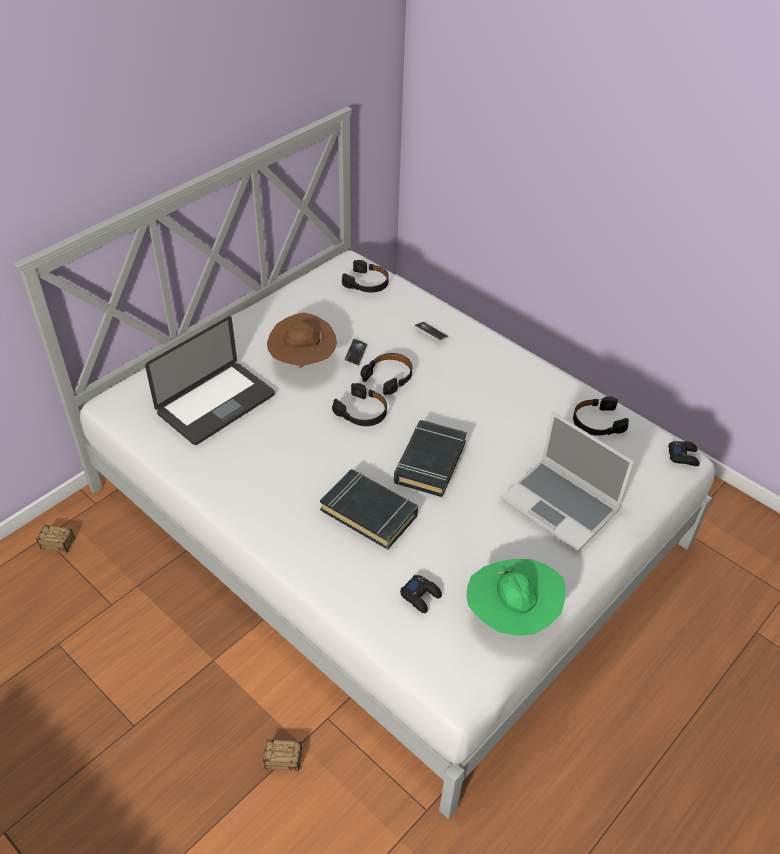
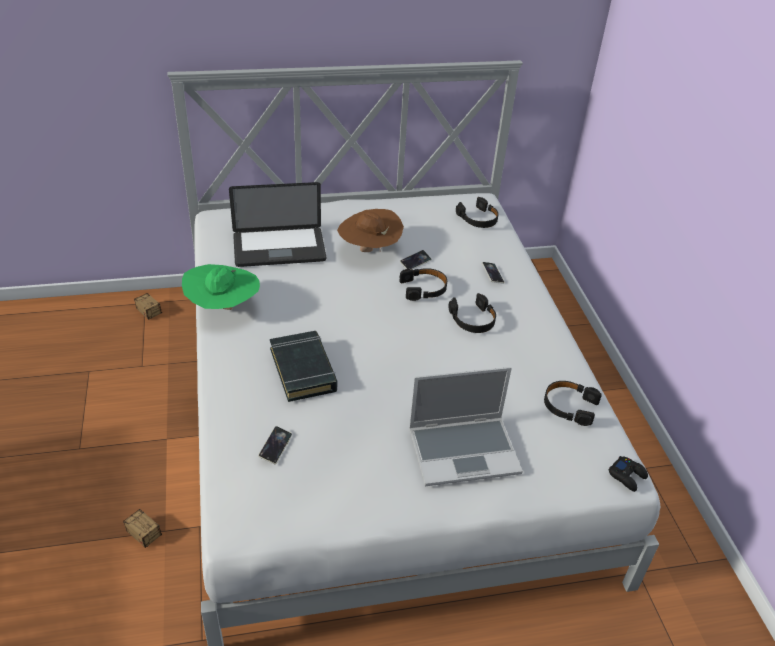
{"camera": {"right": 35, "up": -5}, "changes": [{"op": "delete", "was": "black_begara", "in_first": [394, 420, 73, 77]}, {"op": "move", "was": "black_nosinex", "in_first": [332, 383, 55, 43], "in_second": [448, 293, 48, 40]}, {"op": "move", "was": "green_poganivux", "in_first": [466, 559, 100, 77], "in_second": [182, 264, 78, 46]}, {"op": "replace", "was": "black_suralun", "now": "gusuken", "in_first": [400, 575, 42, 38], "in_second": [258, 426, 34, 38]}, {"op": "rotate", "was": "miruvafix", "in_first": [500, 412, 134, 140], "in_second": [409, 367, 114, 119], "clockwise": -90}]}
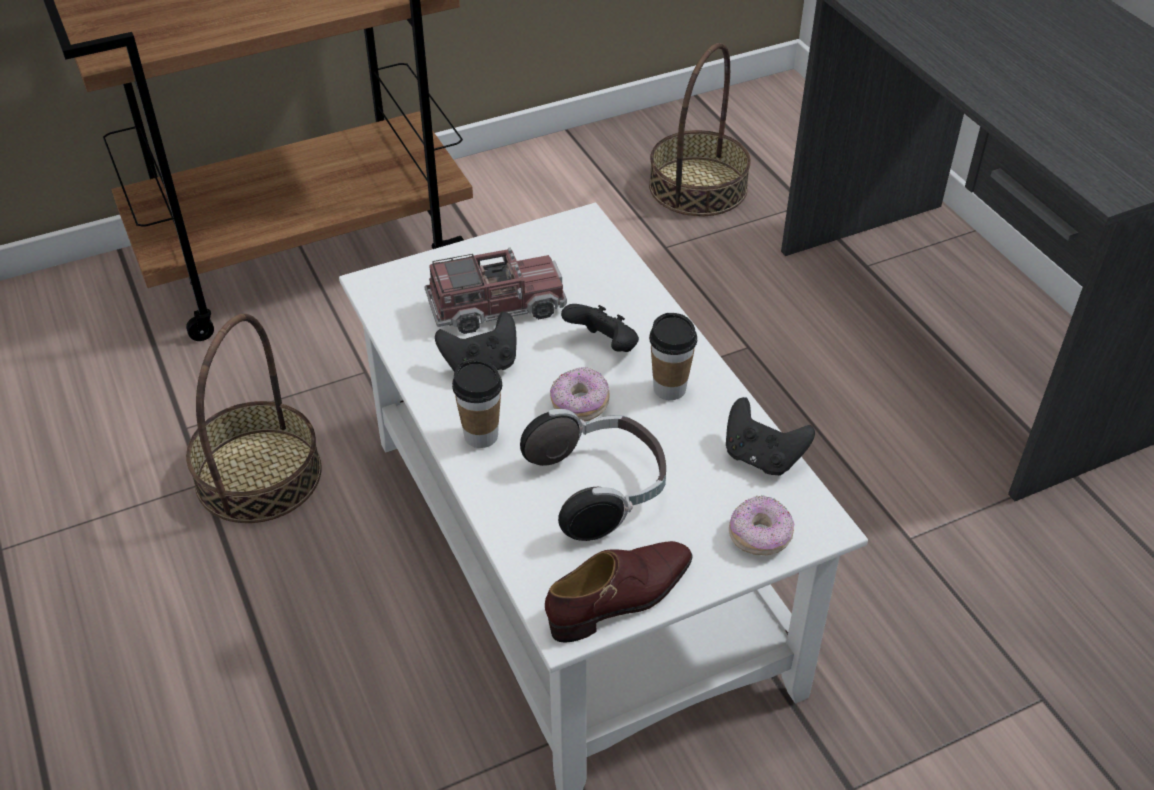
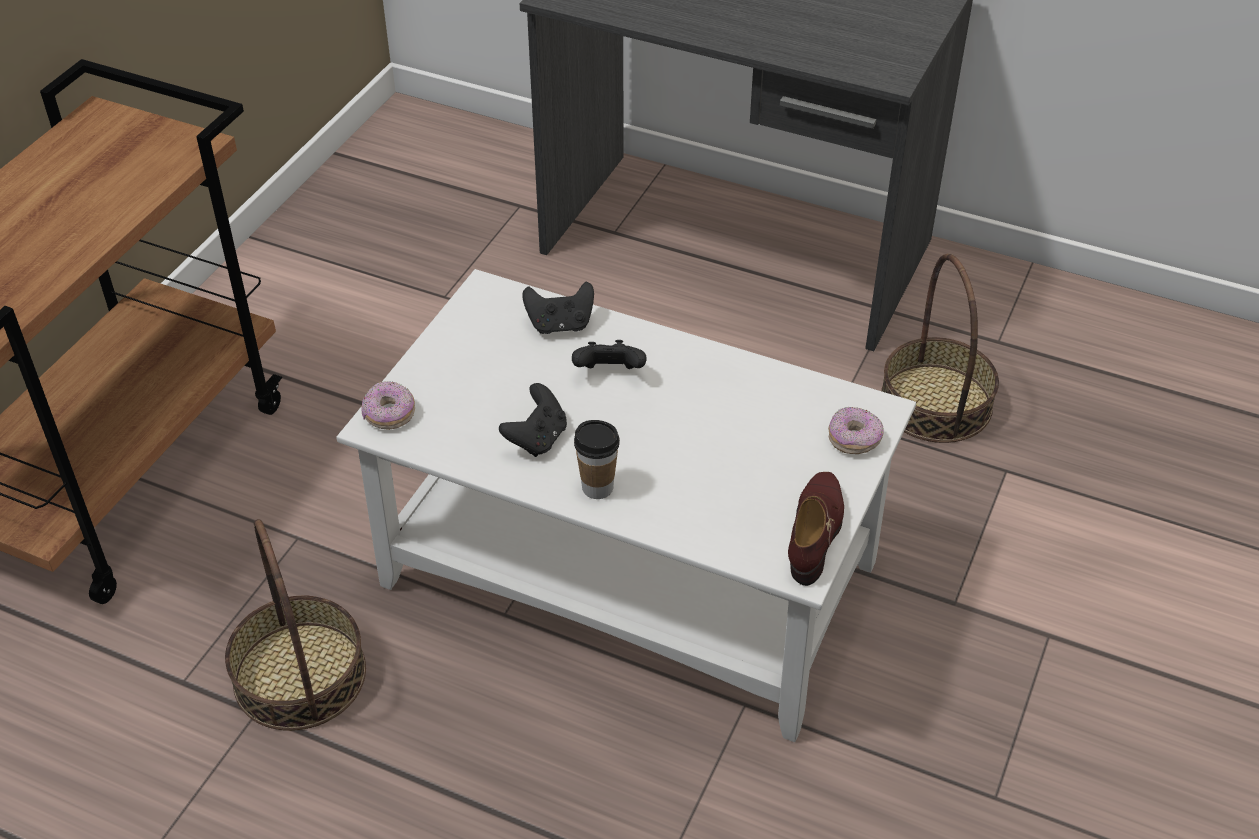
{"camera": {"right": -40, "up": 0}, "changes": [{"op": "delete", "was": "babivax", "in_first": [424, 247, 143, 87]}, {"op": "delete", "was": "nosinex", "in_first": [520, 409, 146, 132]}, {"op": "delete", "was": "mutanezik", "in_first": [649, 313, 48, 87]}, {"op": "move", "was": "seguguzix", "in_first": [550, 367, 60, 54], "in_second": [361, 381, 54, 49]}, {"op": "move", "was": "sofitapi", "in_first": [649, 43, 102, 173], "in_second": [881, 254, 118, 189]}, {"op": "move", "was": "black_suralun", "in_first": [726, 397, 89, 79], "in_second": [522, 282, 72, 52]}]}
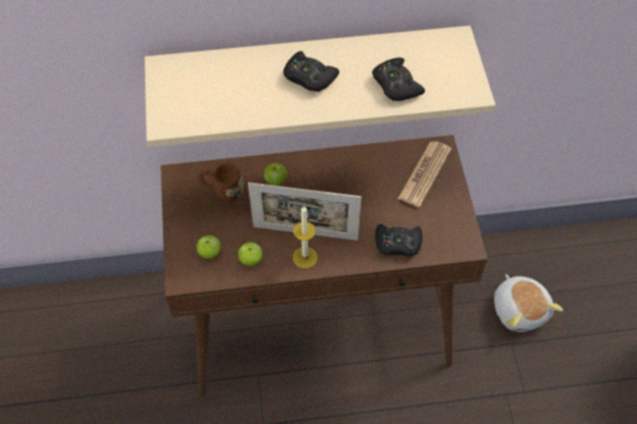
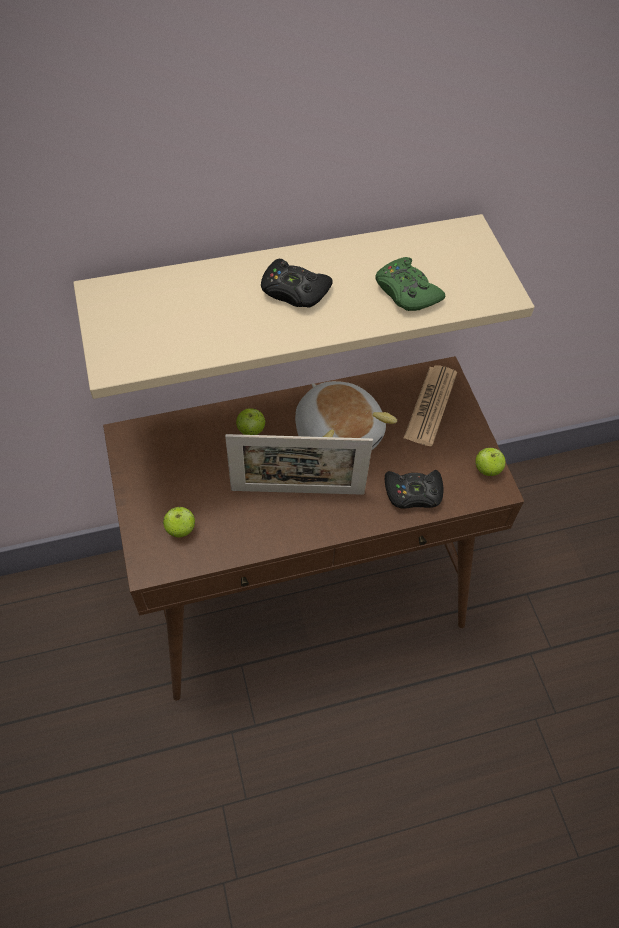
{"camera": {"right": -10, "up": 0}, "changes": [{"op": "delete", "was": "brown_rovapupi", "in_first": [199, 163, 45, 38]}, {"op": "delete", "was": "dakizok", "in_first": [293, 206, 25, 63]}, {"op": "move", "was": "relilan", "in_first": [238, 242, 25, 24], "in_second": [475, 448, 31, 28]}, {"op": "move", "was": "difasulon", "in_first": [494, 274, 69, 58], "in_second": [295, 381, 102, 70]}, {"op": "recolor", "was": "black_suralun", "now": "green_suralun", "in_first": [372, 58, 53, 43], "in_second": [375, 257, 70, 54]}]}
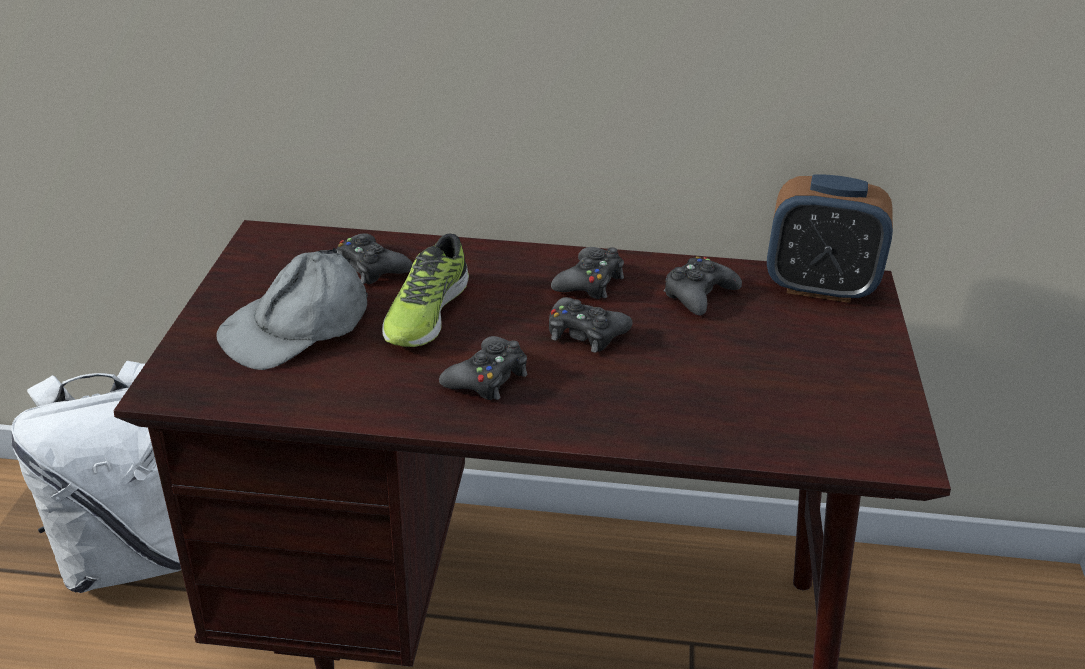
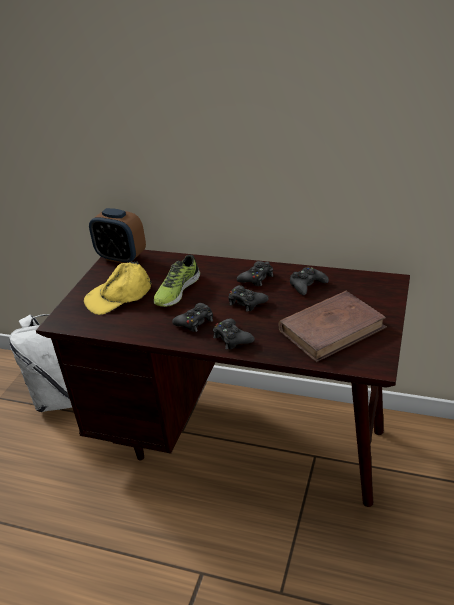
{"camera": {"right": 15, "up": 0}, "changes": [{"op": "insert", "now": "brown_begara", "in_second": [278, 291, 109, 71]}, {"op": "move", "was": "black_suralun", "in_first": [336, 233, 77, 51], "in_second": [213, 318, 42, 32]}, {"op": "move", "was": "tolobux", "in_first": [767, 174, 126, 129], "in_second": [89, 208, 57, 55]}, {"op": "recolor", "was": "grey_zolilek", "now": "yellow_zolilek", "in_first": [216, 248, 152, 122], "in_second": [84, 261, 68, 54]}]}
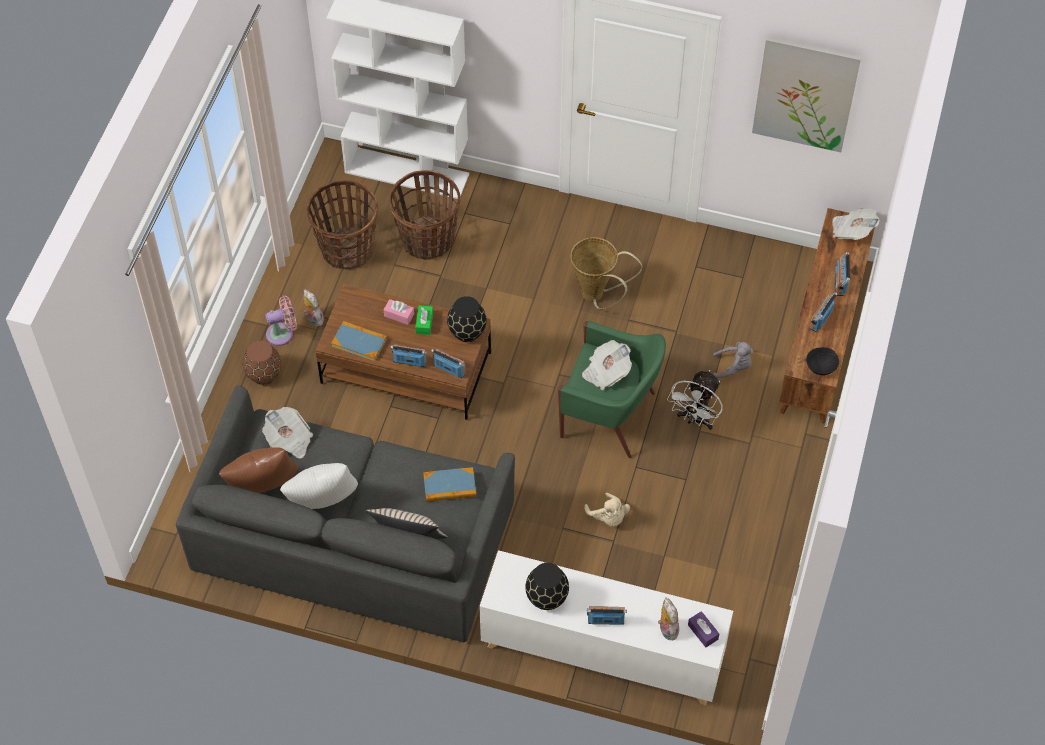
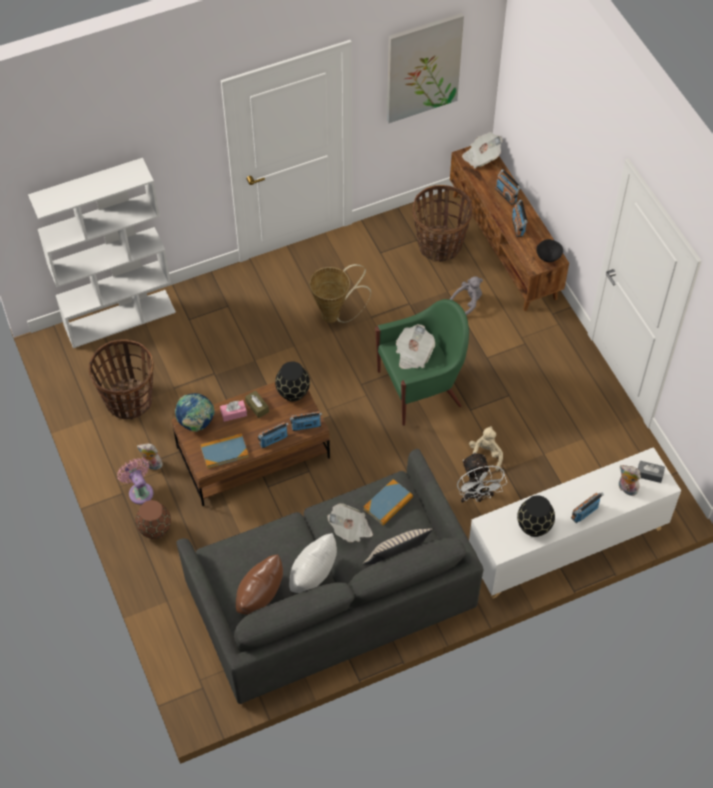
{"camera": {"right": -40, "up": 0}, "changes": [{"op": "insert", "now": "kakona", "in_second": [175, 393, 39, 39]}, {"op": "move", "was": "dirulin", "in_first": [262, 407, 51, 52], "in_second": [327, 503, 46, 40]}, {"op": "move", "was": "sofitapi", "in_first": [389, 170, 72, 90], "in_second": [413, 185, 59, 77]}, {"op": "move", "was": "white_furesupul", "in_first": [667, 370, 56, 60], "in_second": [457, 452, 50, 51]}, {"op": "recolor", "was": "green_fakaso", "now": "brown_fakaso", "in_first": [415, 305, 18, 30], "in_second": [245, 390, 24, 28]}, {"op": "recolor", "was": "purple_fakaso", "now": "grey_fakaso", "in_first": [688, 611, 31, 36], "in_second": [638, 461, 27, 22]}, {"op": "rotate", "was": "pink_furesupul", "in_first": [265, 296, 32, 50], "in_second": [117, 458, 37, 46], "clockwise": -60}, {"op": "rotate", "was": "beige_difasulon", "in_first": [584, 493, 46, 34], "in_second": [469, 426, 34, 45], "clockwise": -105}]}
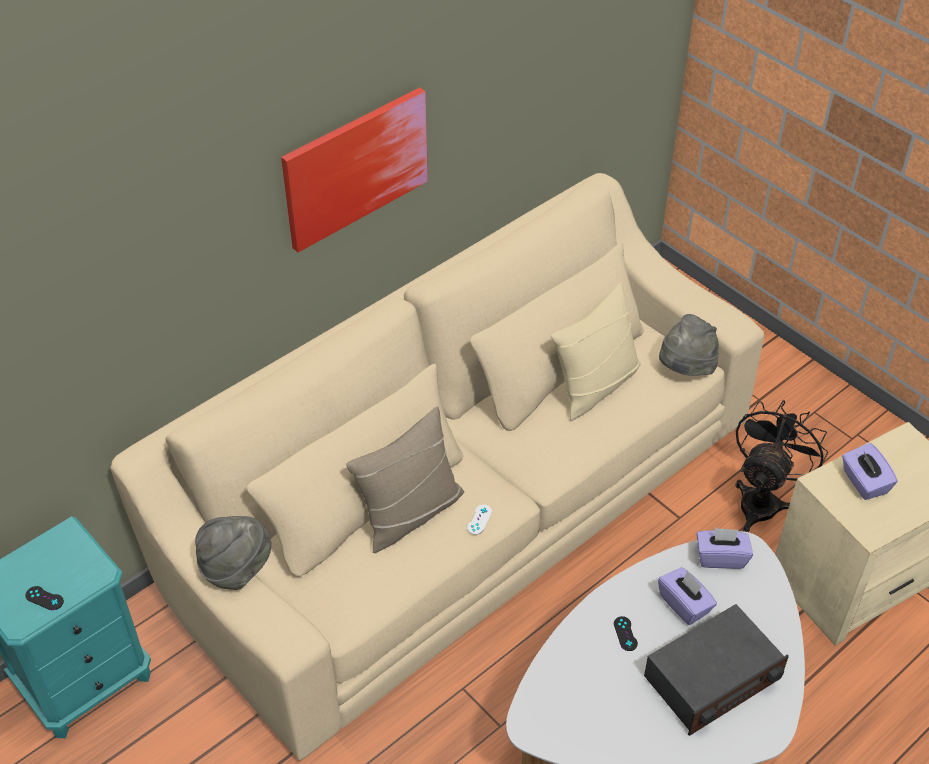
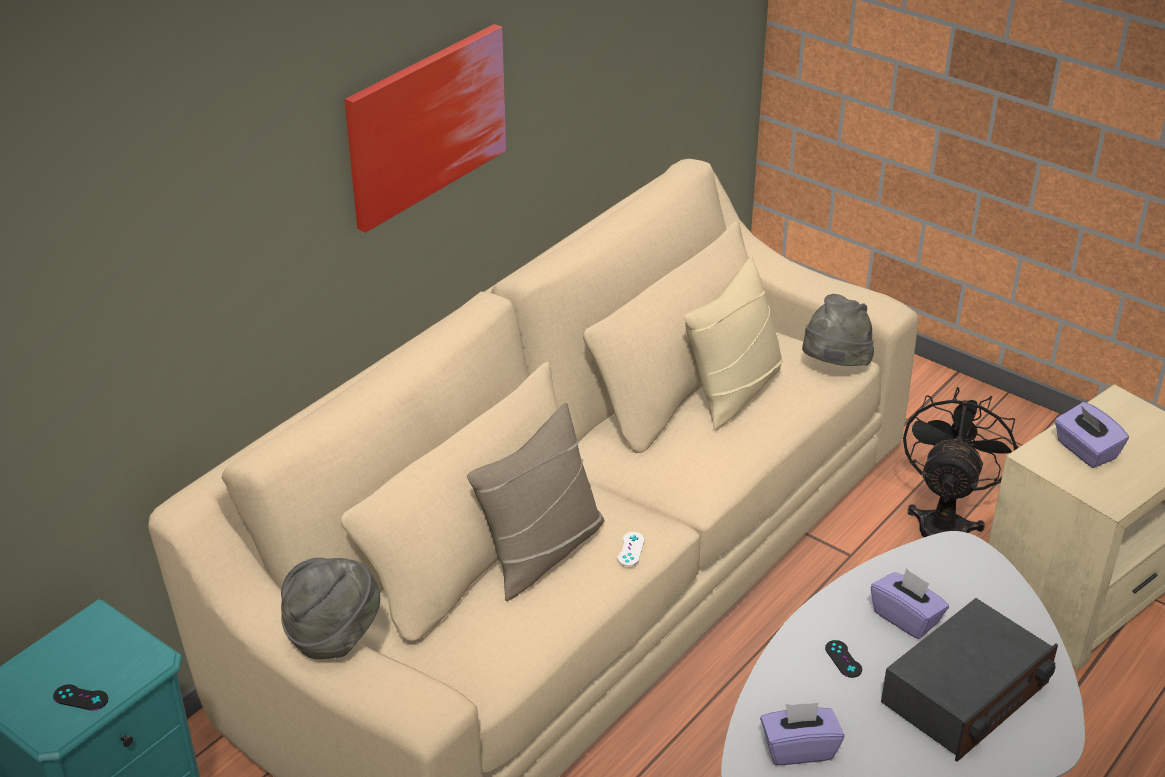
{"camera": {"right": -10, "up": -10}, "changes": [{"op": "move", "was": "purple_fakaso", "in_first": [697, 528, 56, 41], "in_second": [760, 703, 84, 62]}]}
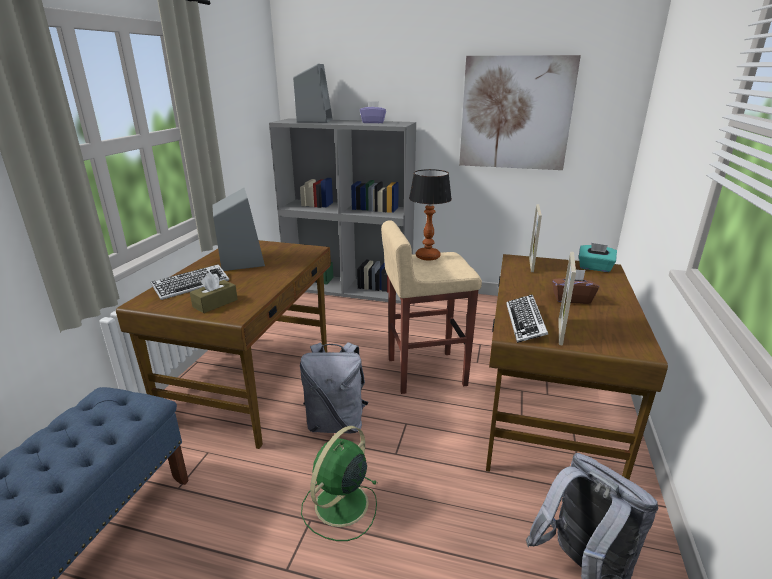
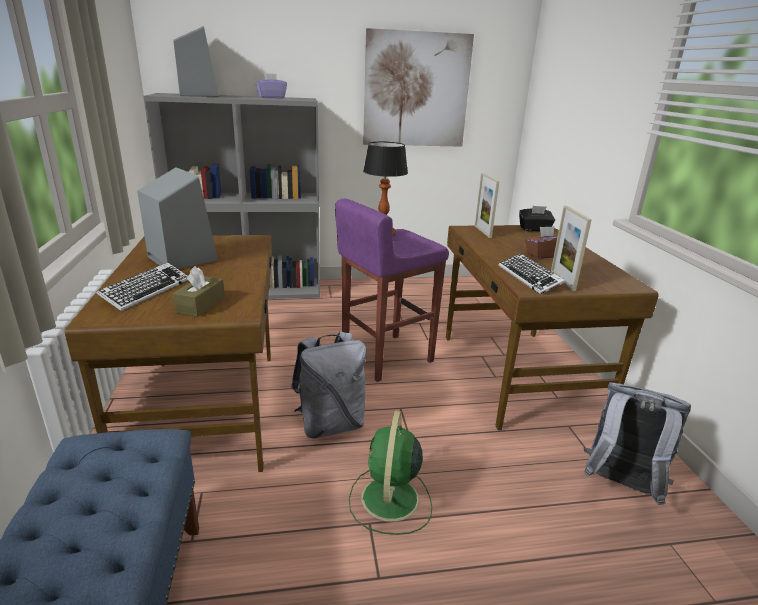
{"camera": {"right": -25, "up": 0}, "changes": [{"op": "recolor", "was": "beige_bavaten", "now": "purple_bavaten", "in_first": [381, 220, 101, 174], "in_second": [335, 198, 114, 184]}, {"op": "recolor", "was": "turquoise_fakaso", "now": "black_fakaso", "in_first": [579, 243, 38, 29], "in_second": [519, 206, 36, 25]}]}
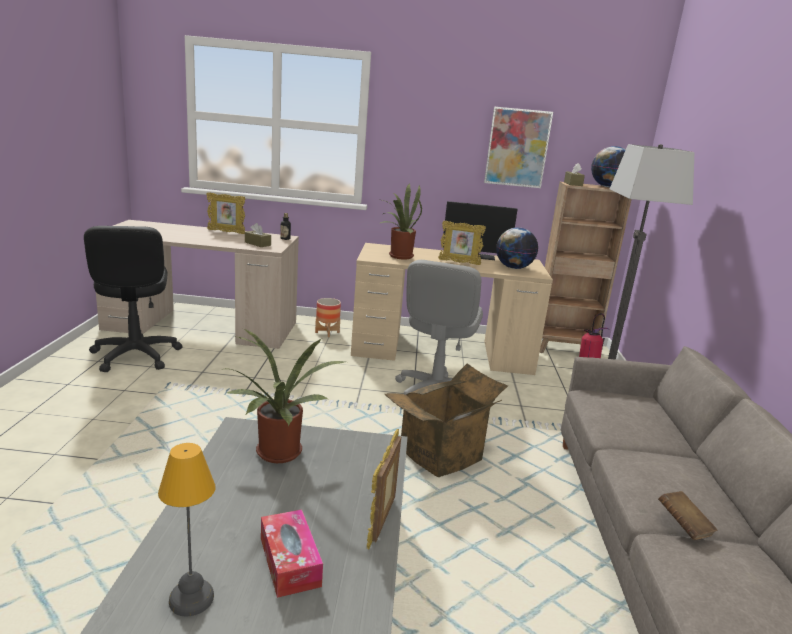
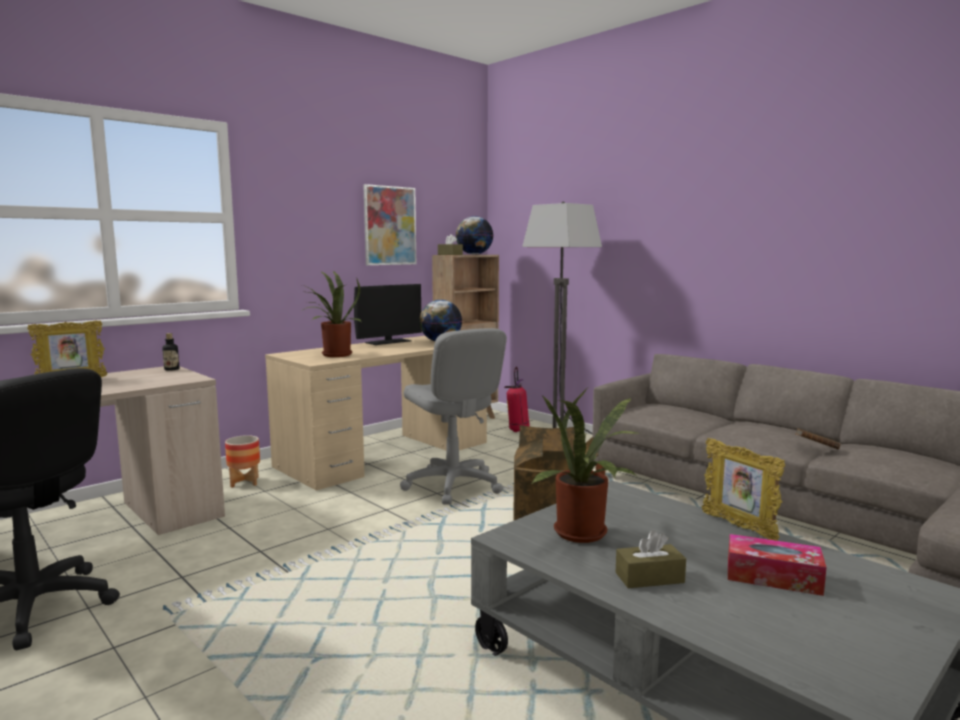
{"camera": {"right": -45, "up": -10}, "changes": [{"op": "delete", "was": "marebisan", "in_first": [158, 443, 58, 174]}, {"op": "delete", "was": "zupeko", "in_first": [438, 221, 48, 44]}, {"op": "move", "was": "brown_fakaso", "in_first": [245, 223, 26, 24], "in_second": [615, 530, 71, 58]}]}
